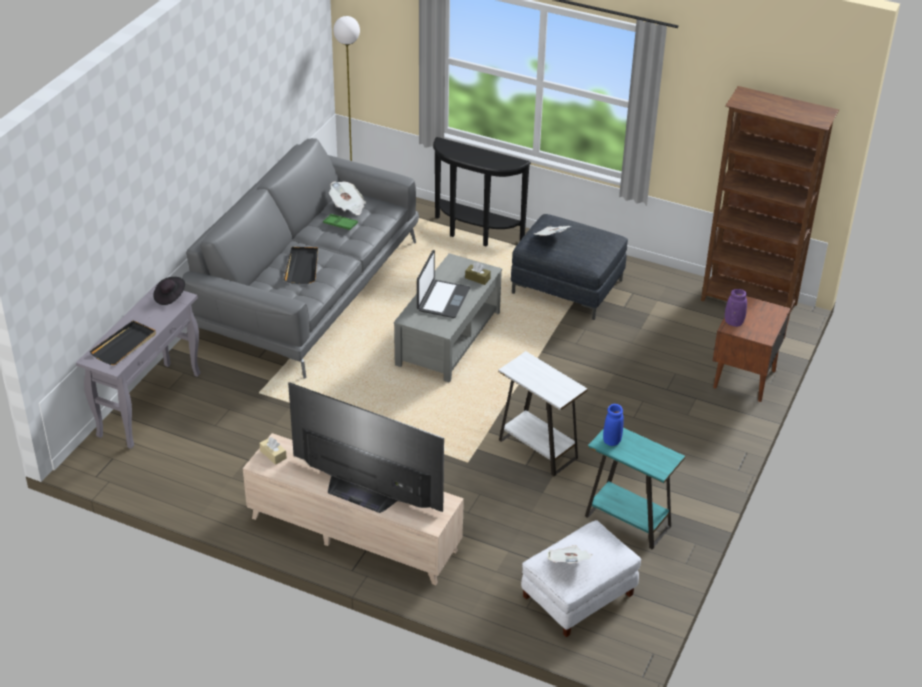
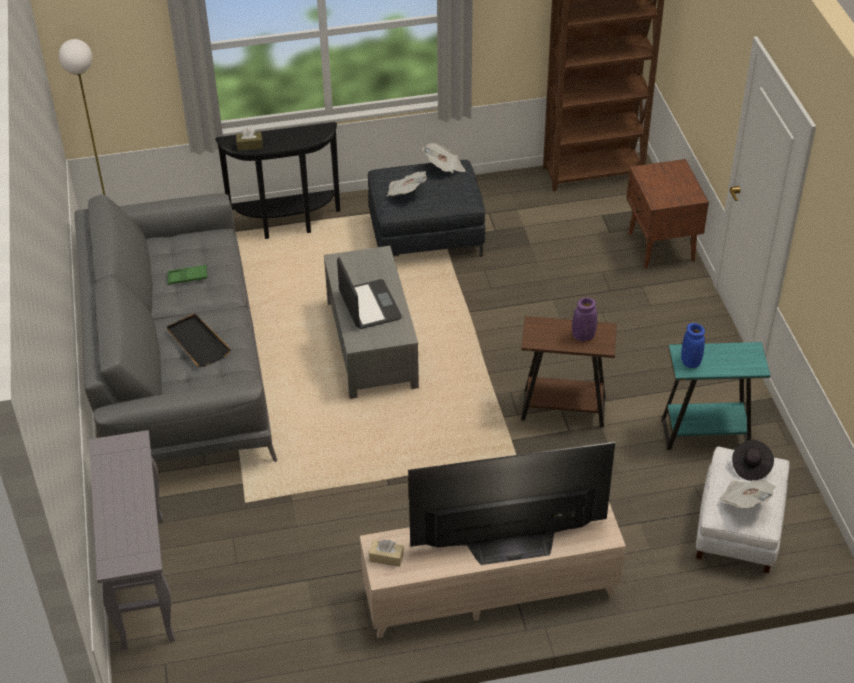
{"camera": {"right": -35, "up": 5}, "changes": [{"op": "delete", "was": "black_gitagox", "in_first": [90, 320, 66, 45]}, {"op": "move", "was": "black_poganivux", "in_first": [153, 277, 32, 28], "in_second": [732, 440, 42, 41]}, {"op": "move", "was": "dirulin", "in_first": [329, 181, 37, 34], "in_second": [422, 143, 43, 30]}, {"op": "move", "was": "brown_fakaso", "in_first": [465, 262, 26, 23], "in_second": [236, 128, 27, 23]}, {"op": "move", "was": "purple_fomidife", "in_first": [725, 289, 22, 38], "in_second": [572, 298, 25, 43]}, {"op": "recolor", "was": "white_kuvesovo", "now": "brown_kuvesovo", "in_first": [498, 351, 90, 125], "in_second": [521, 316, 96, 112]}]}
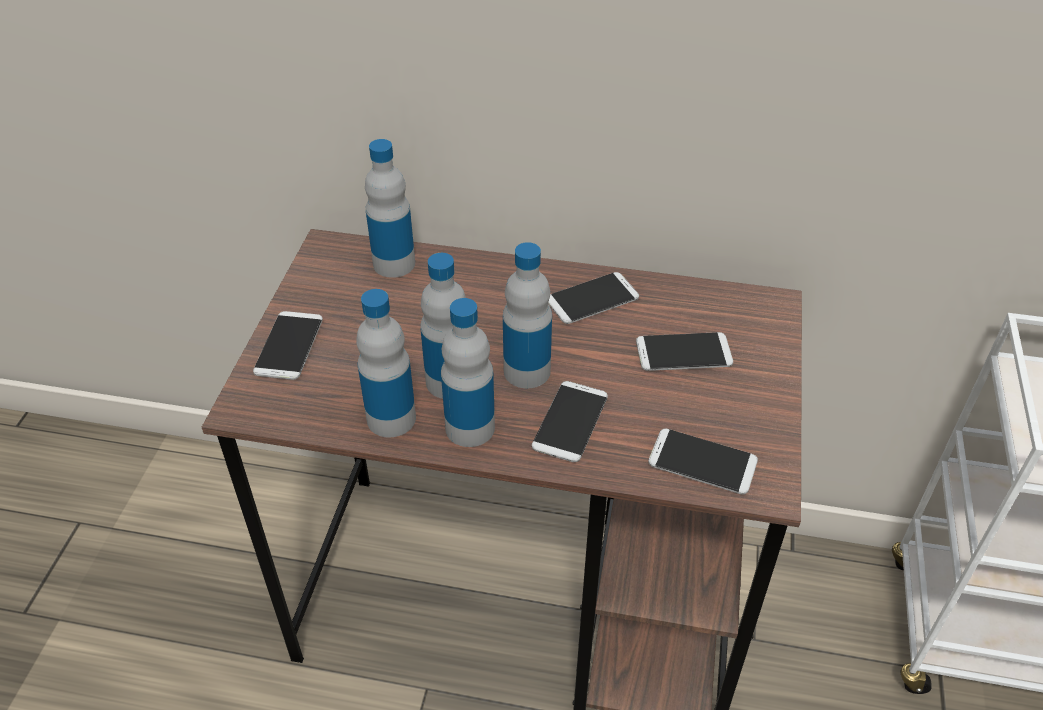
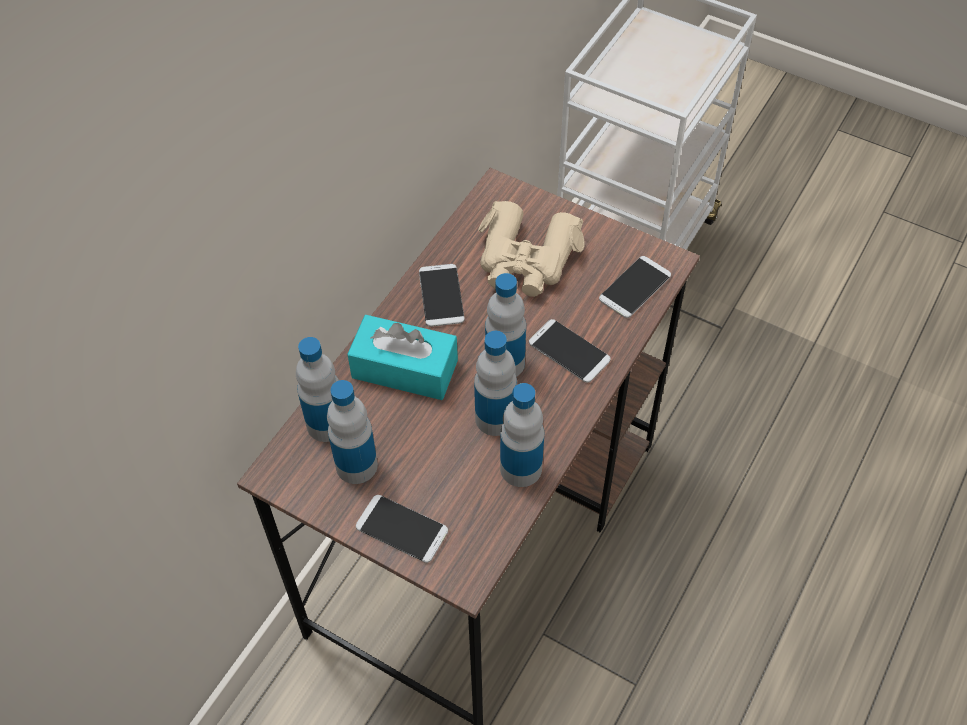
{"camera": {"right": -70, "up": 10}, "changes": [{"op": "insert", "now": "turquoise_fakaso", "in_second": [347, 315, 111, 85]}, {"op": "move", "was": "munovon", "in_first": [441, 298, 54, 149], "in_second": [327, 380, 51, 104]}, {"op": "replace", "was": "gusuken", "now": "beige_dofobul", "in_first": [636, 332, 97, 39], "in_second": [478, 201, 107, 96]}]}
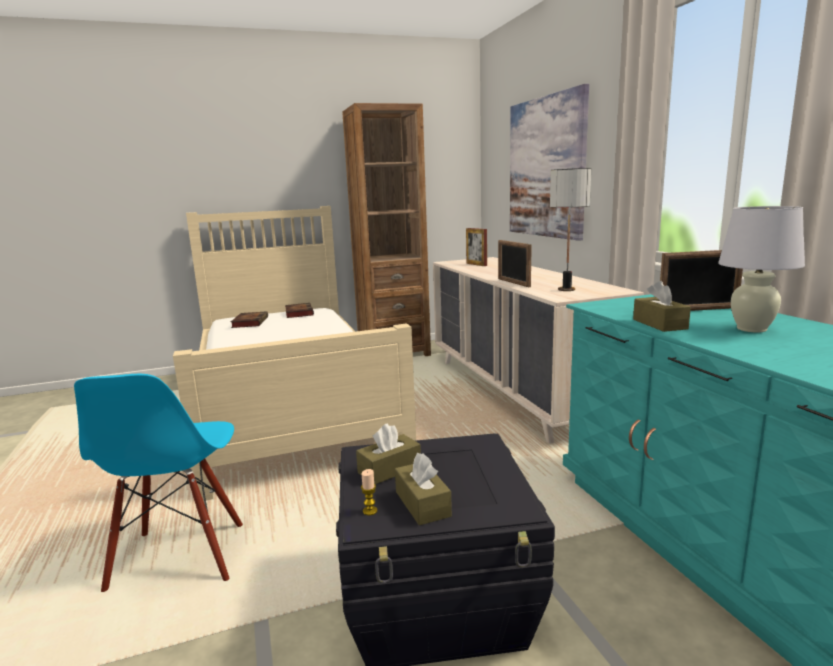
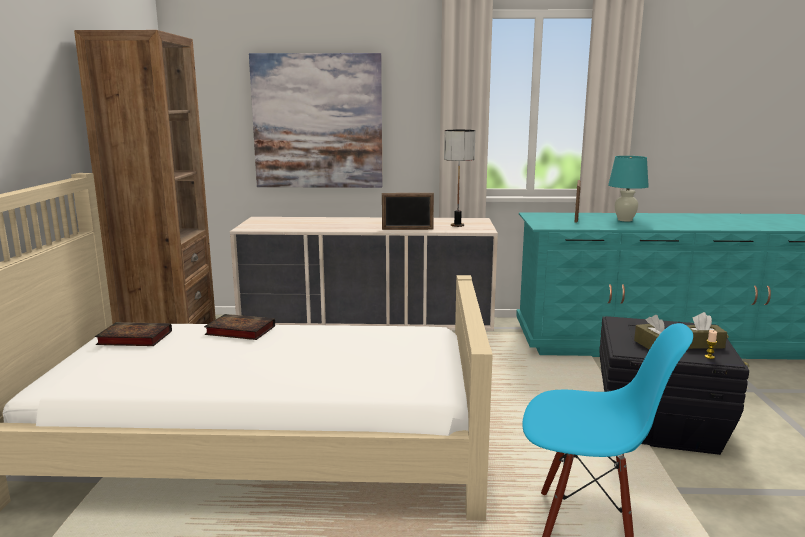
{"camera": {"right": -70, "up": 0}, "changes": [{"op": "delete", "was": "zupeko", "in_first": [466, 228, 21, 38]}, {"op": "delete", "was": "brown_fakaso", "in_first": [633, 281, 58, 51]}, {"op": "move", "was": "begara", "in_first": [231, 311, 37, 17], "in_second": [204, 314, 71, 26]}, {"op": "recolor", "was": "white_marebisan", "now": "turquoise_marebisan", "in_first": [718, 206, 87, 126], "in_second": [608, 156, 41, 66]}]}
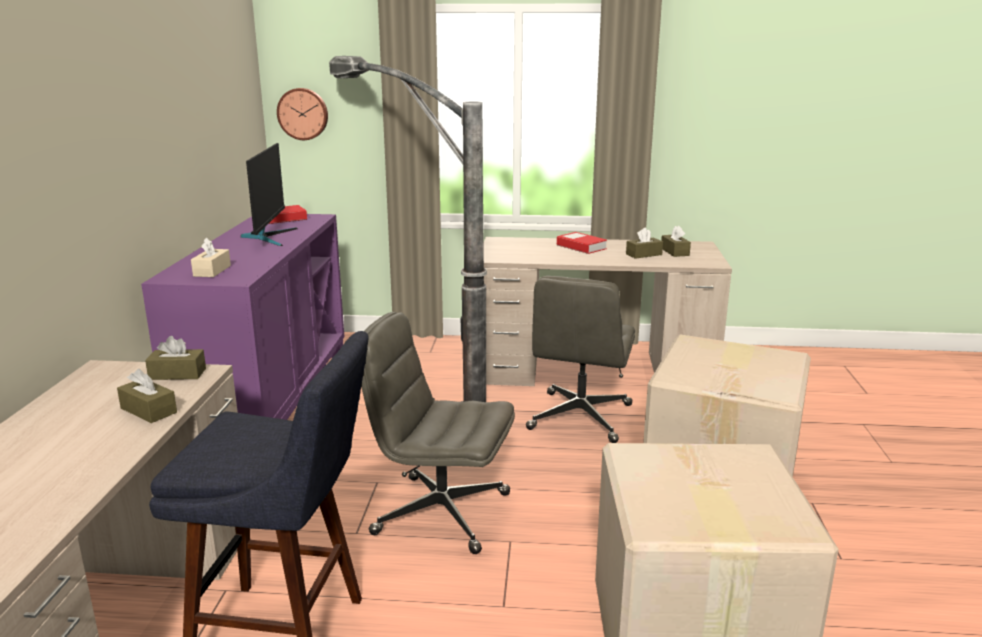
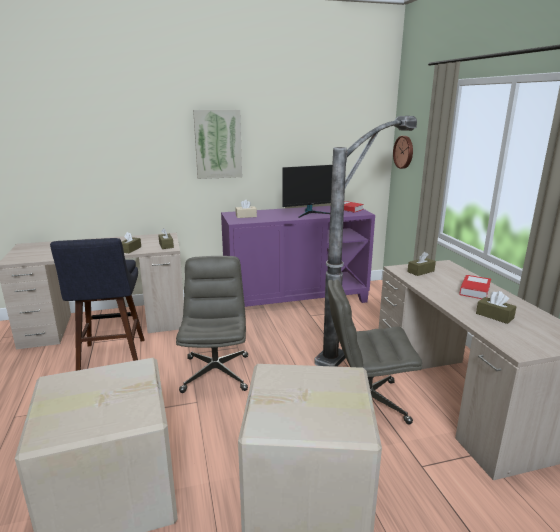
{"camera": {"right": 70, "up": 0}, "changes": [{"op": "insert", "now": "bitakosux", "in_second": [193, 110, 49, 69]}, {"op": "move", "was": "brown_fakaso", "in_first": [661, 225, 30, 32], "in_second": [407, 252, 29, 24]}]}
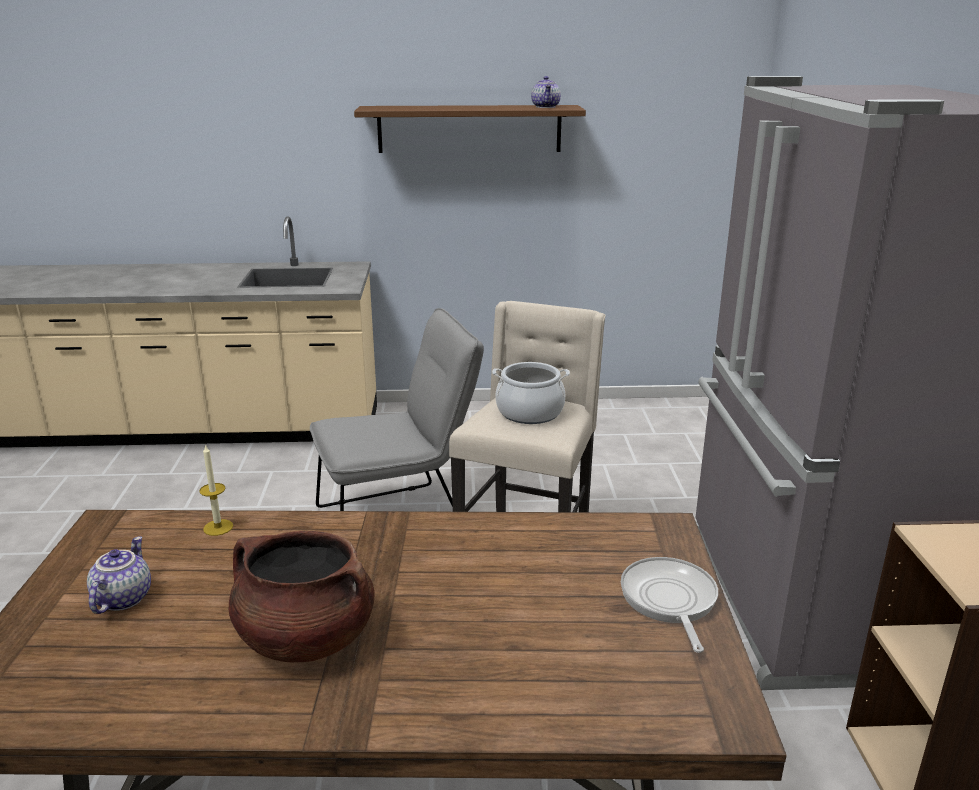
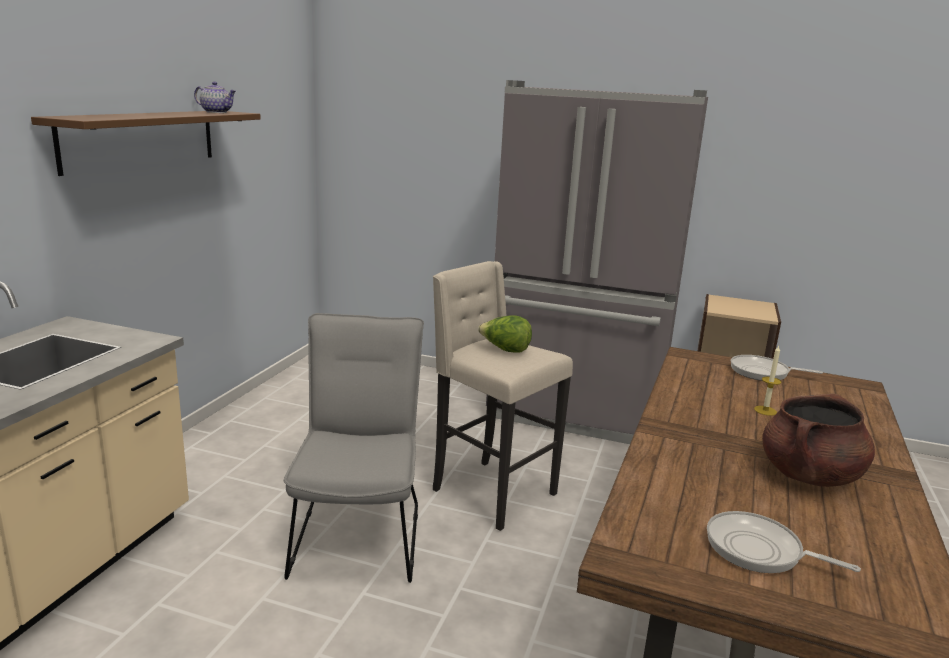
{"camera": {"right": -70, "up": -5}, "changes": [{"op": "move", "was": "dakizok", "in_first": [199, 444, 34, 92], "in_second": [754, 346, 28, 70]}, {"op": "replace", "was": "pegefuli", "now": "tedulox", "in_first": [87, 537, 64, 77], "in_second": [707, 511, 154, 62]}, {"op": "replace", "was": "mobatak", "now": "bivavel", "in_first": [492, 362, 78, 62], "in_second": [478, 315, 54, 38]}]}
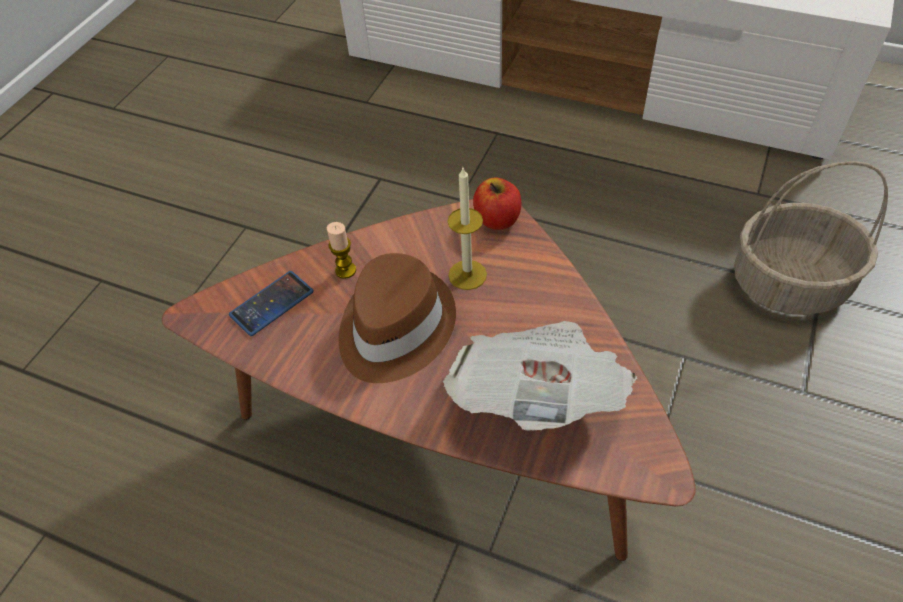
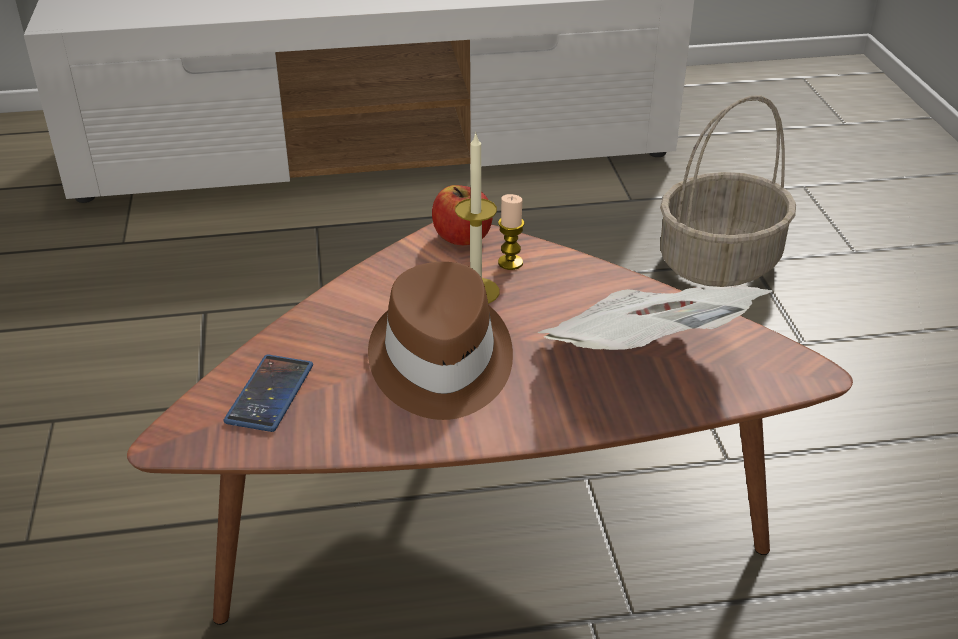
{"camera": {"right": -35, "up": -15}, "changes": [{"op": "move", "was": "dakizok", "in_first": [327, 222, 29, 57], "in_second": [498, 194, 27, 76]}]}
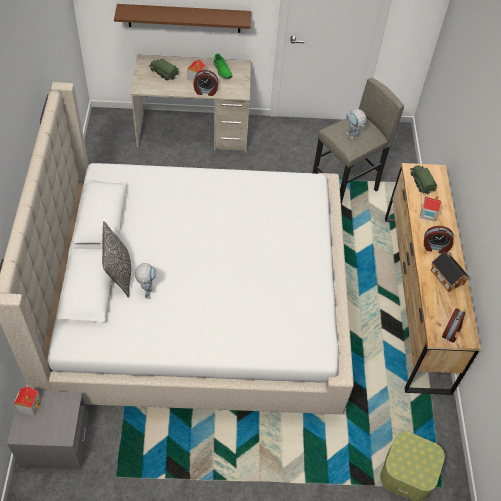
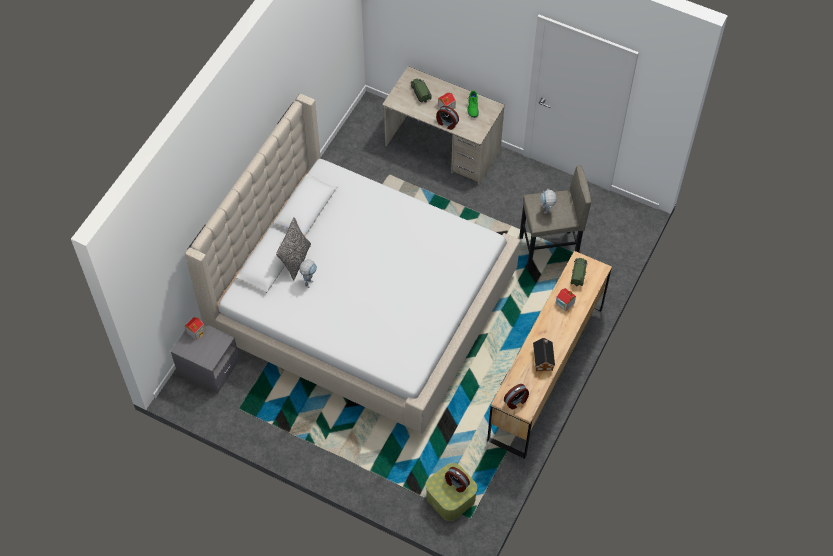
{"camera": {"right": 30, "up": 5}, "changes": [{"op": "delete", "was": "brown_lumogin", "in_first": [114, 4, 137, 29]}, {"op": "move", "was": "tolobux", "in_first": [424, 226, 30, 28], "in_second": [445, 467, 25, 25]}]}
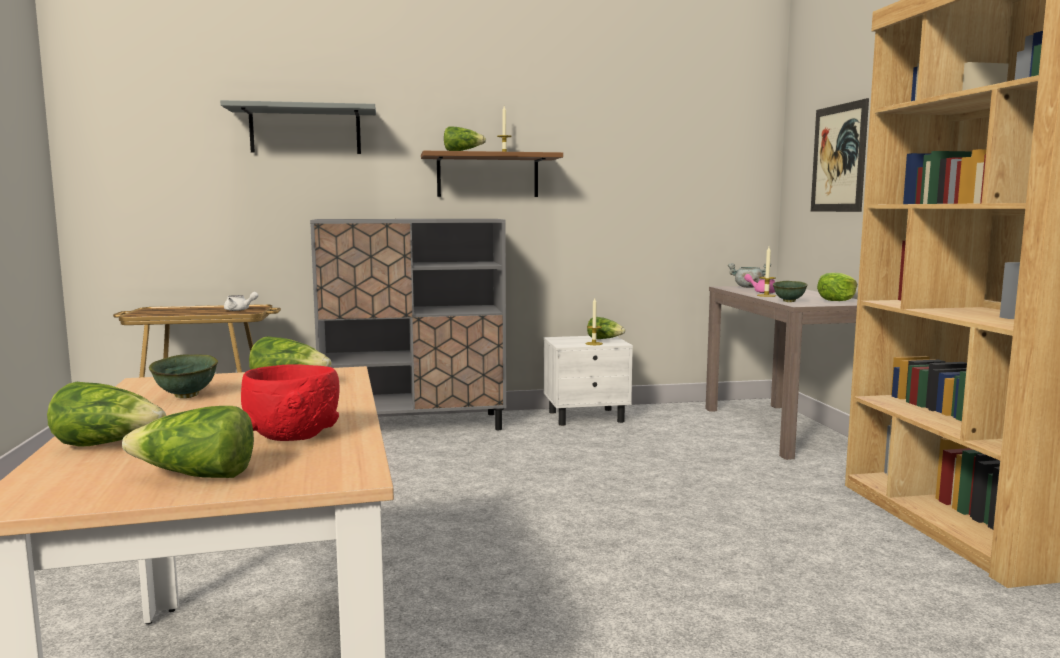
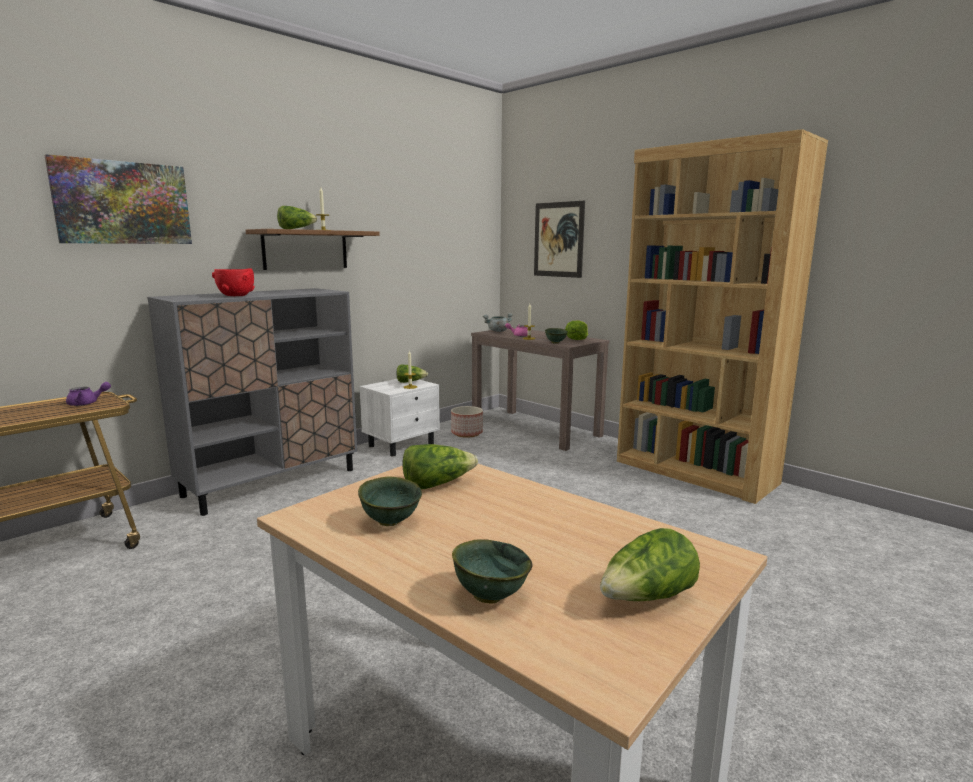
{"camera": {"right": -35, "up": 5}, "changes": [{"op": "insert", "now": "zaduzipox", "in_second": [451, 406, 32, 32]}, {"op": "move", "was": "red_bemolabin", "in_first": [241, 364, 99, 77], "in_second": [212, 268, 43, 28]}, {"op": "replace", "was": "bivavel", "now": "green_bemolabin", "in_first": [47, 382, 119, 65], "in_second": [452, 539, 80, 65]}, {"op": "replace", "was": "grey_lumogin", "now": "bitakosux", "in_first": [220, 100, 156, 54], "in_second": [45, 154, 147, 90]}, {"op": "recolor", "was": "white_pegefuli", "now": "purple_pegefuli", "in_first": [224, 292, 34, 19], "in_second": [66, 382, 45, 24]}]}
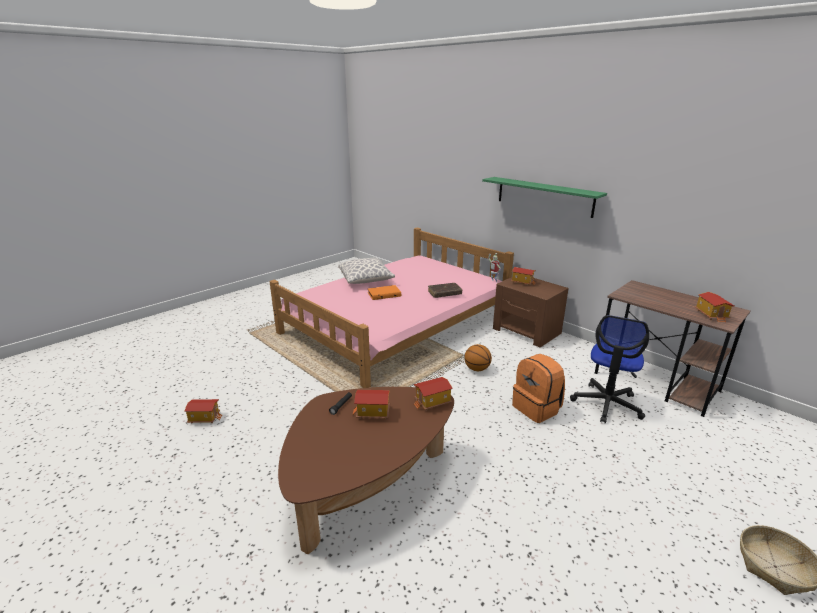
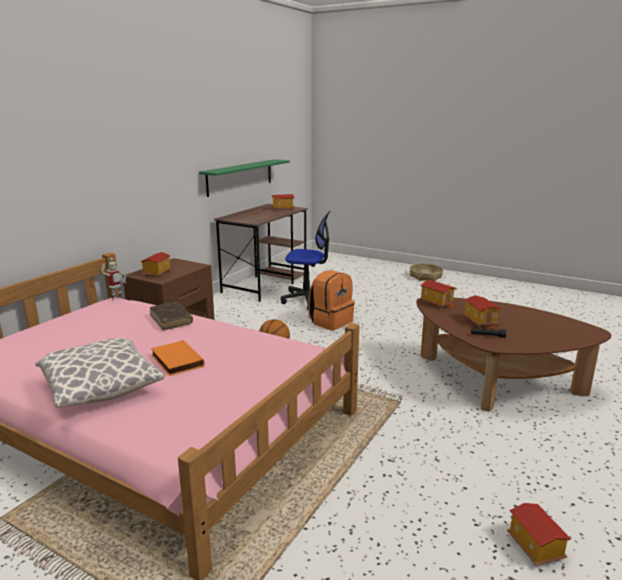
{"camera": {"right": -105, "up": -5}, "changes": [{"op": "move", "was": "green_lumogin", "in_first": [482, 177, 125, 41], "in_second": [199, 159, 91, 38]}]}
